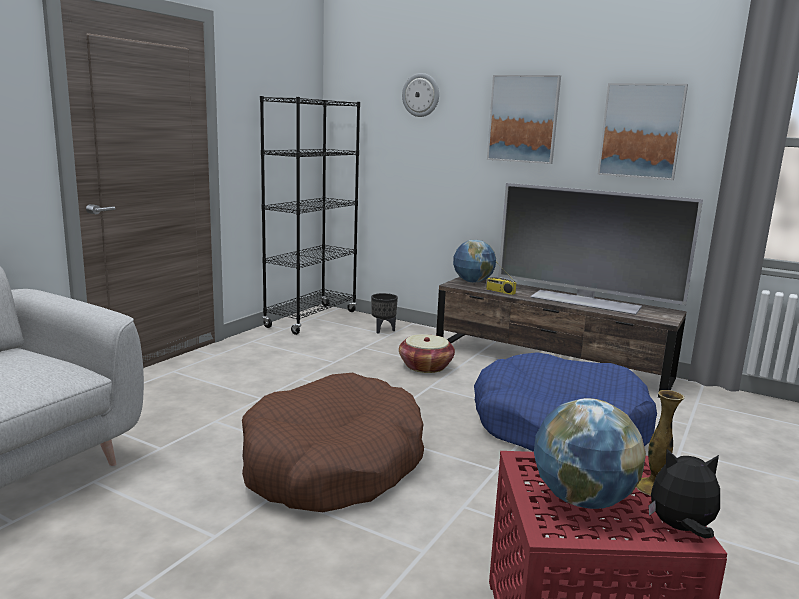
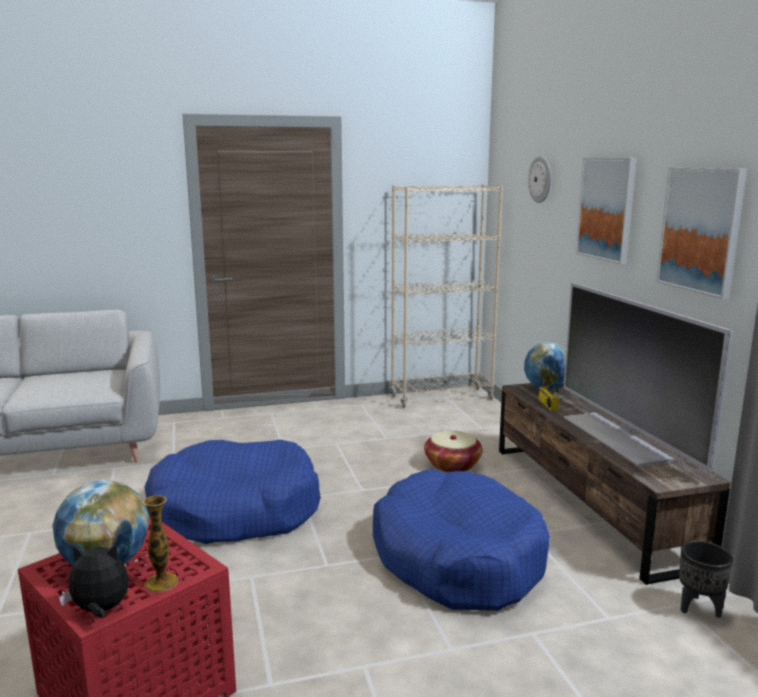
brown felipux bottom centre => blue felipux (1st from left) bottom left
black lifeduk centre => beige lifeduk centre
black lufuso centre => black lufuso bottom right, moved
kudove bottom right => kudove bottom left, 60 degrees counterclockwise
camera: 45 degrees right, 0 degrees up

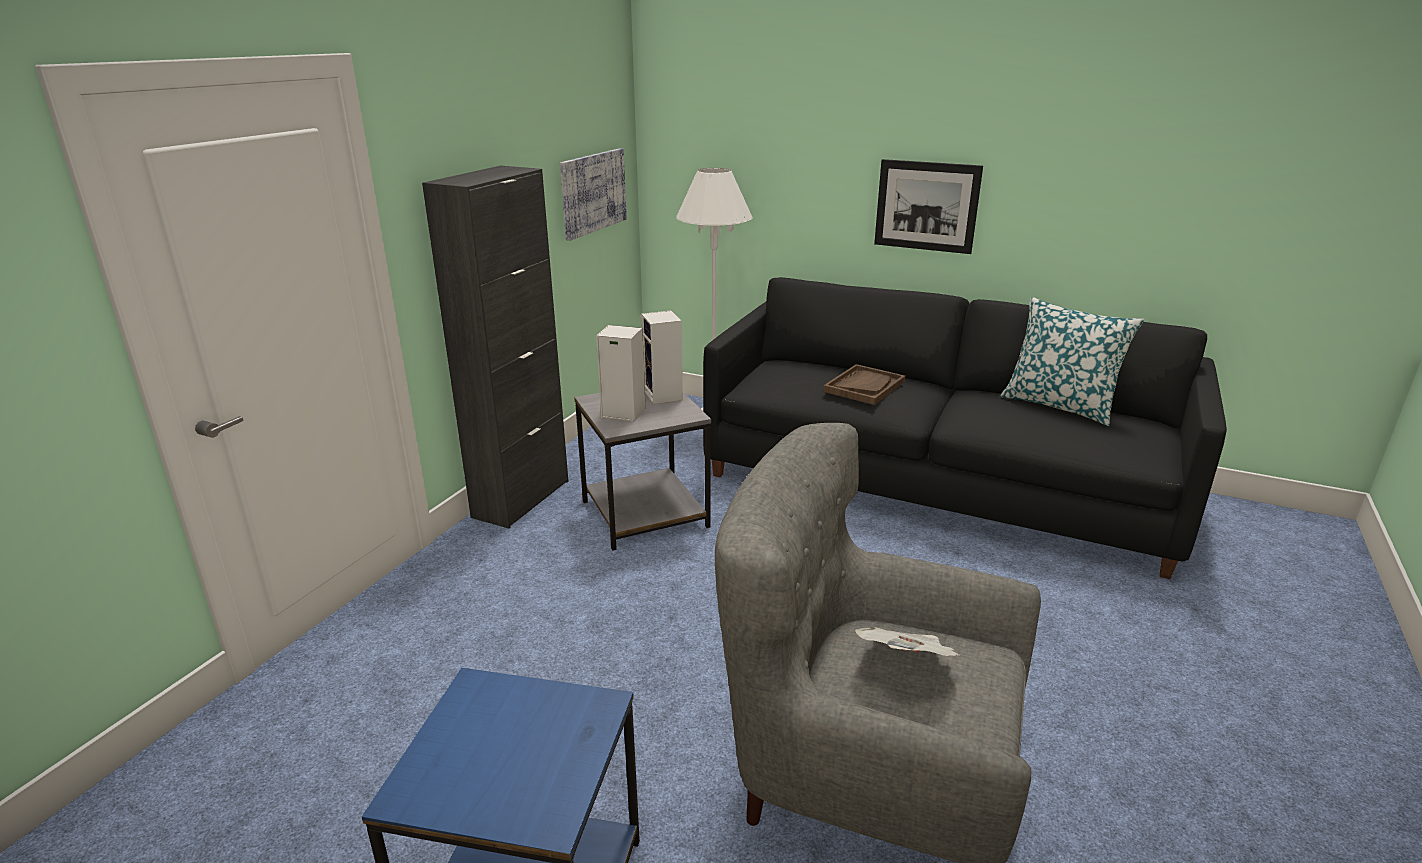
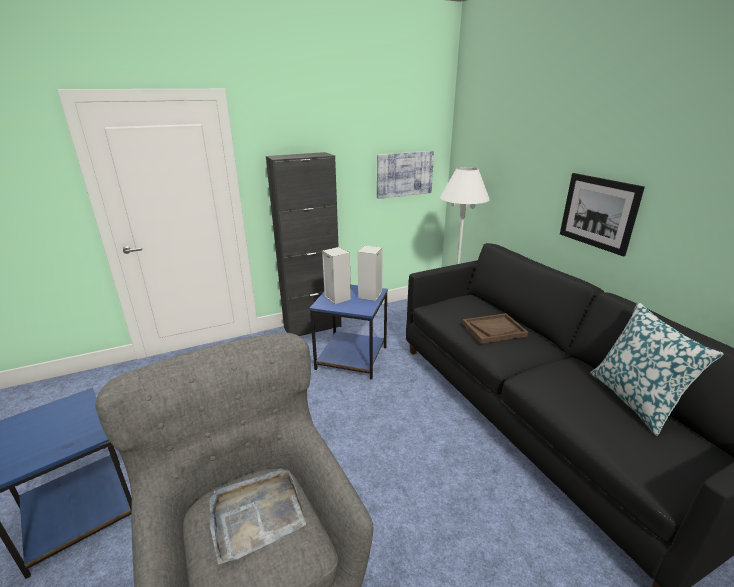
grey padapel centre => blue padapel (2nd from left) centre
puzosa bottom centre => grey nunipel bottom centre
camera: 40 degrees right, 0 degrees up

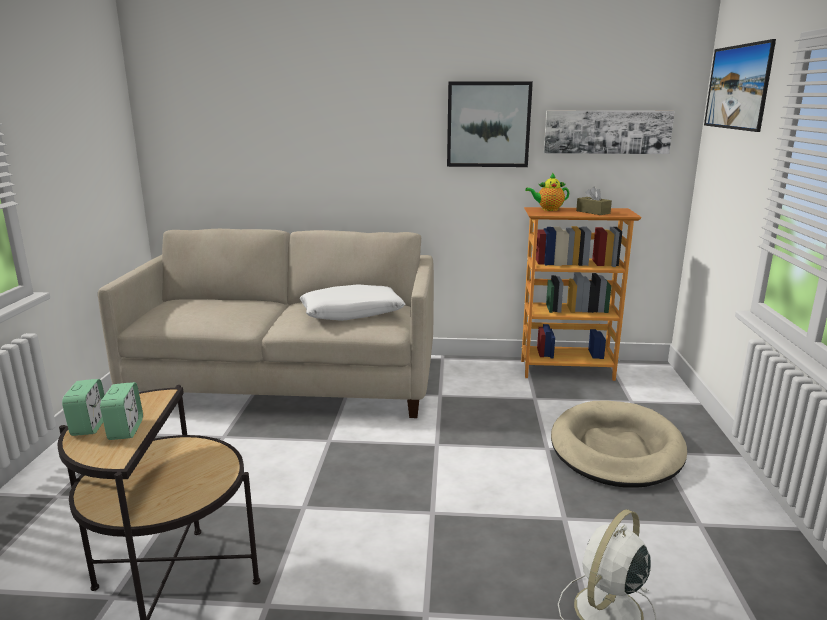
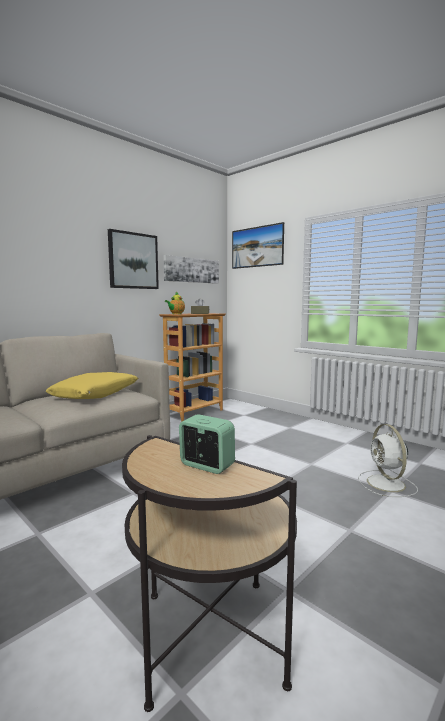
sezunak (1st from left) middle left => nothing
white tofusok centre => yellow tofusok middle left
beige felipux bottom right => nothing
camera: 50 degrees left, 10 degrees down

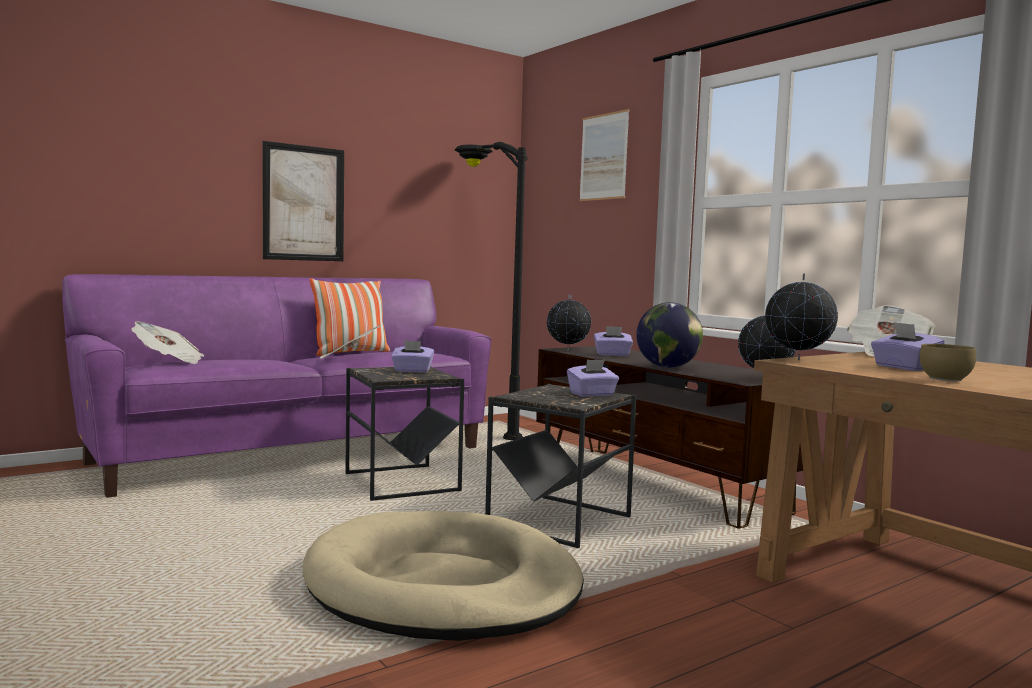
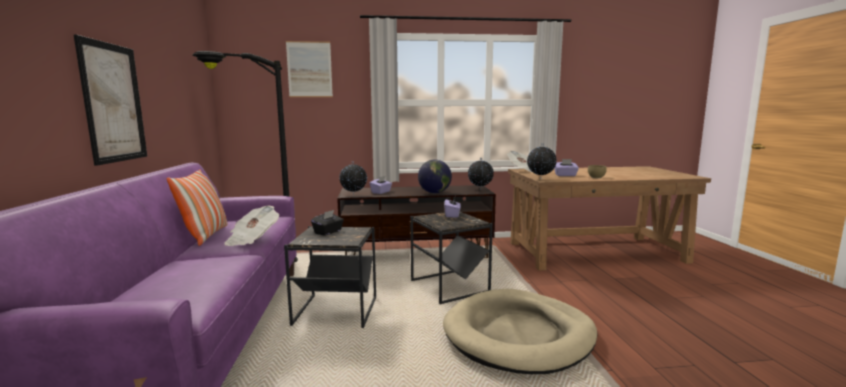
puzosa (1st from left) middle left => nothing
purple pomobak (1st from left) centre => black pomobak centre
camera: 60 degrees left, 5 degrees up

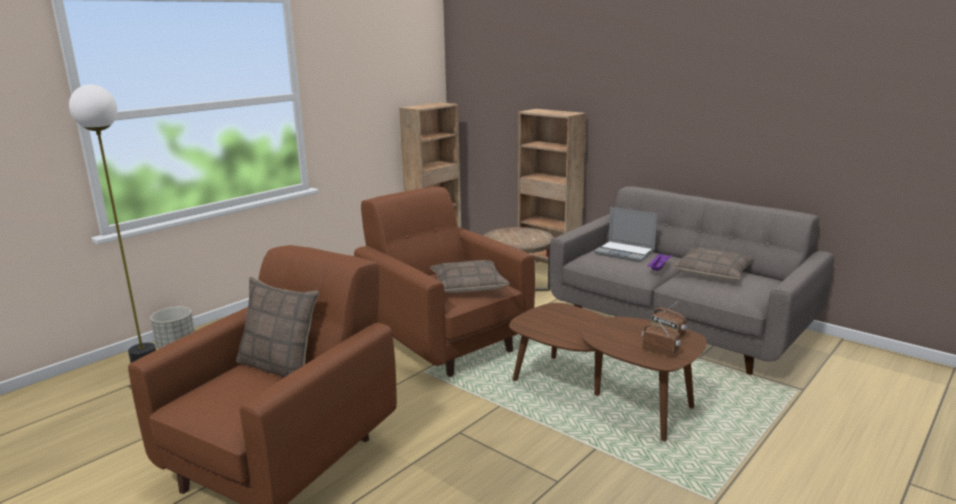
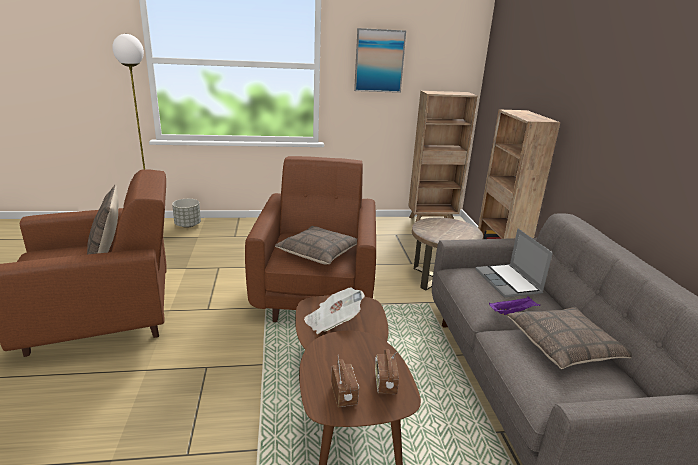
nothing => puzosa bottom centre
nothing => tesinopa top centre
camera: 40 degrees right, 5 degrees up

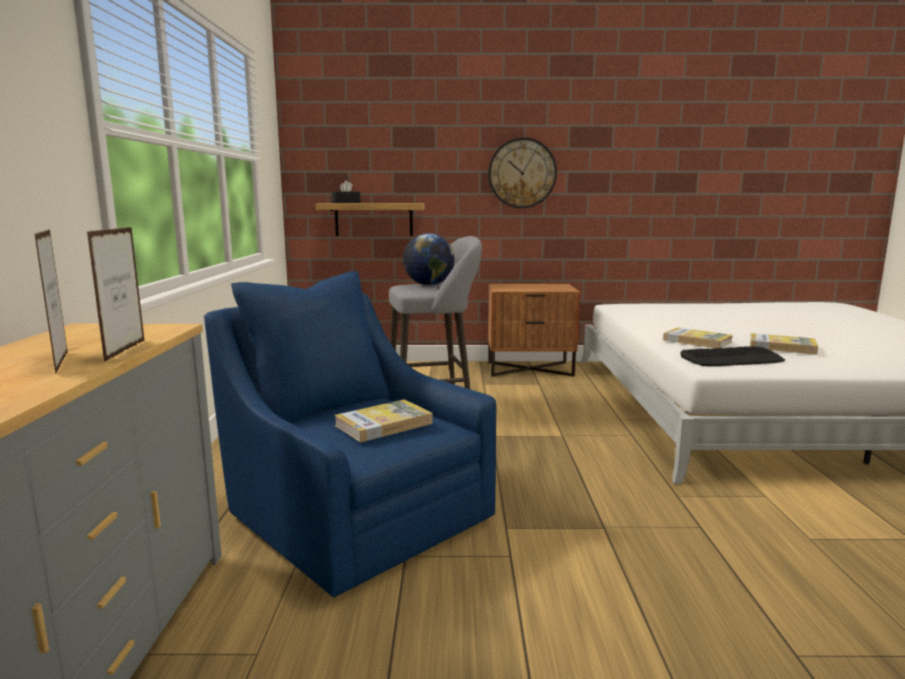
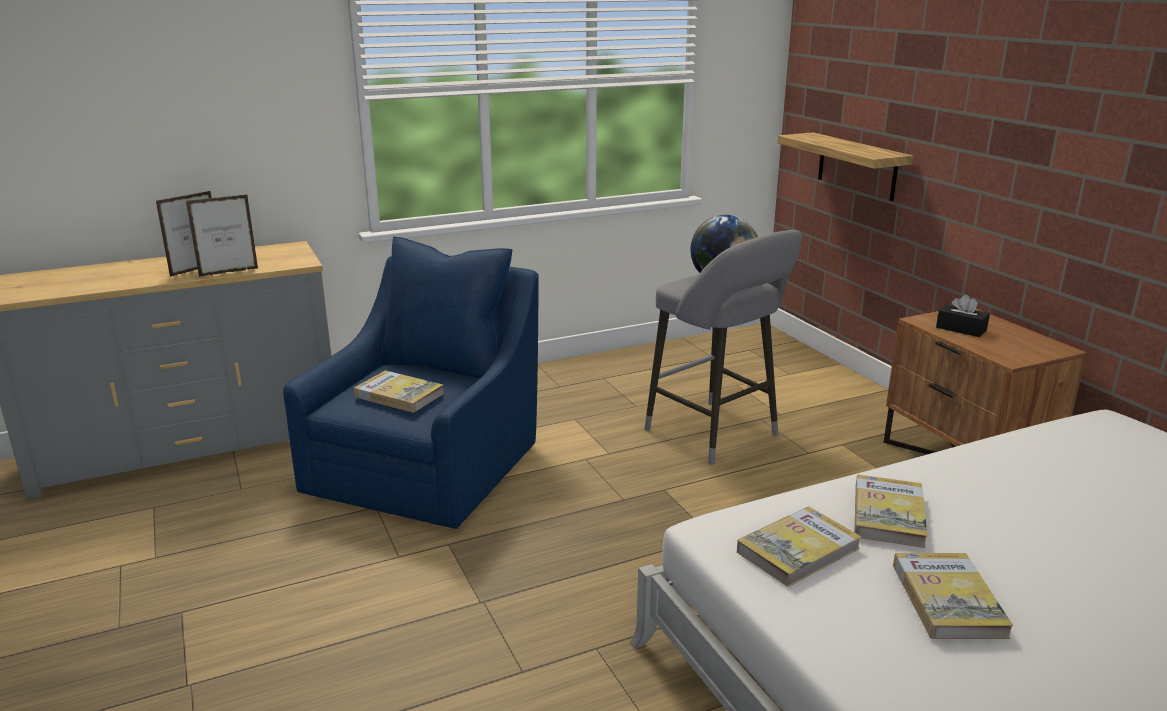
black pomobak top centre => black pomobak middle right, moved
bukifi top centre => nothing
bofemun middle right => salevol (2nd from left) bottom right
camera: 65 degrees right, 10 degrees up

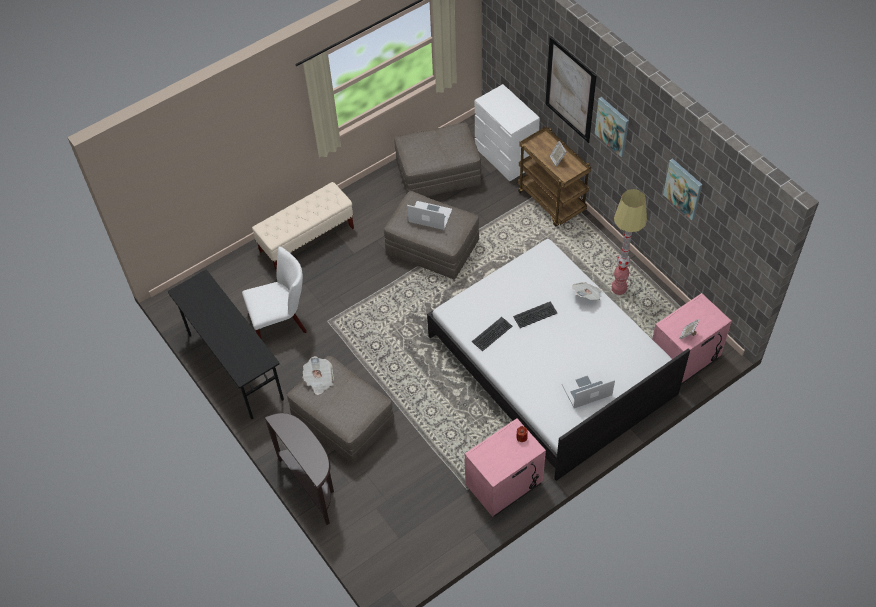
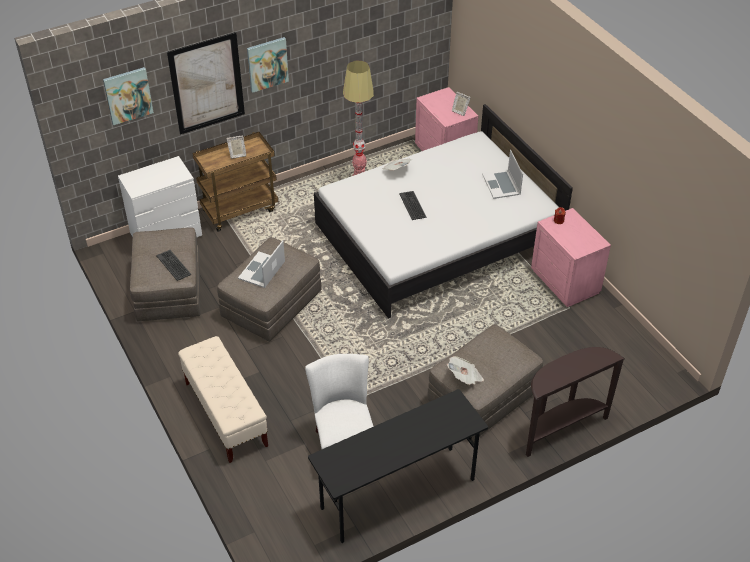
bofemun (1st from left) centre => bofemun (1st from left) middle left, moved
tesinopa (3rd from left in the first image) top right => tesinopa (1st from left) top left, moved
camera: 85 degrees left, 10 degrees down

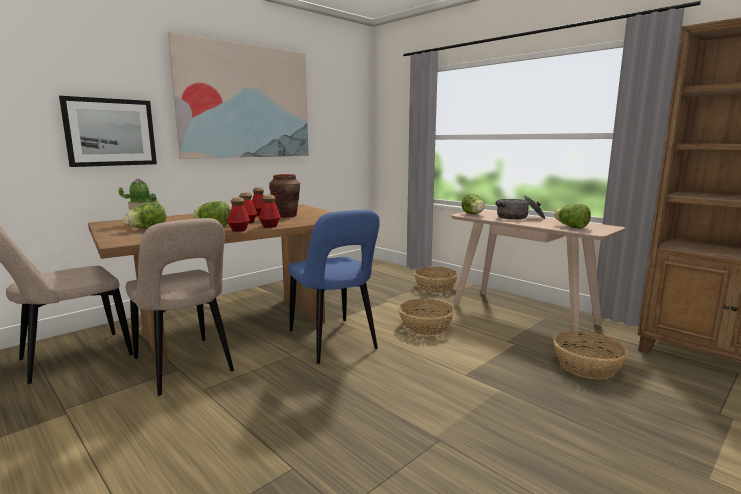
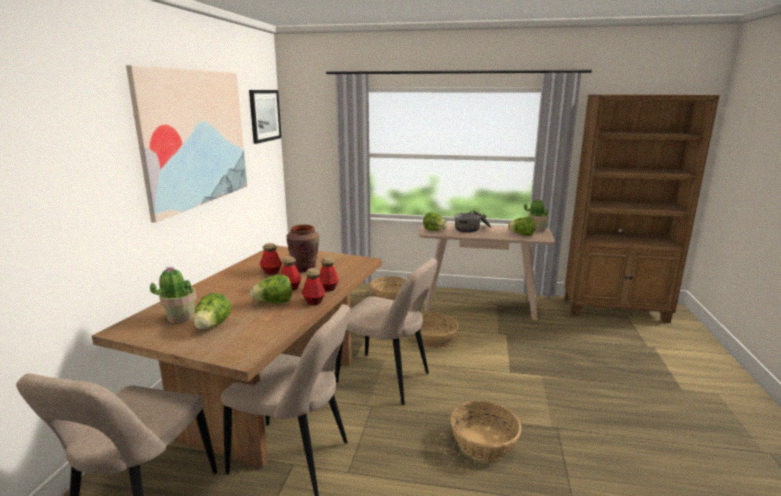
tesinopa (1st from left in the first image) top left => tesinopa (2nd from left) top centre, moved
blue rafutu centre => beige rafutu (3rd from left) bottom centre
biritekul (3rd from left) bottom right => biritekul (3rd from left) bottom centre, moved
nothing => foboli (2nd from left) middle right
camera: 35 degrees left, 5 degrees up

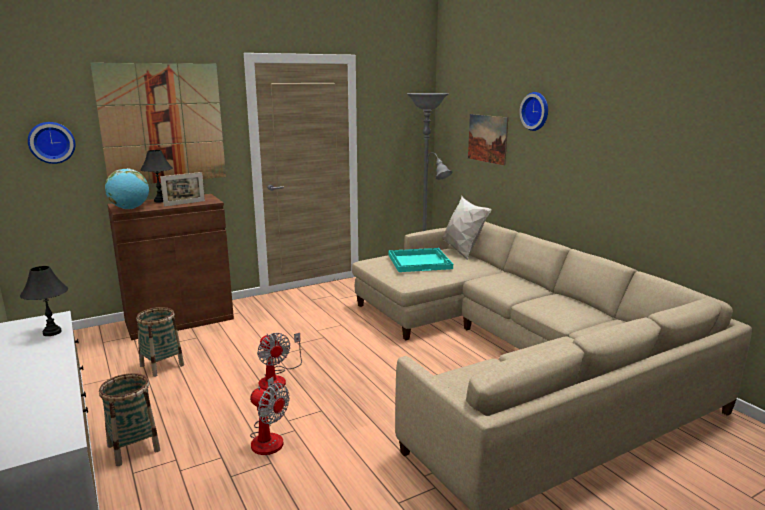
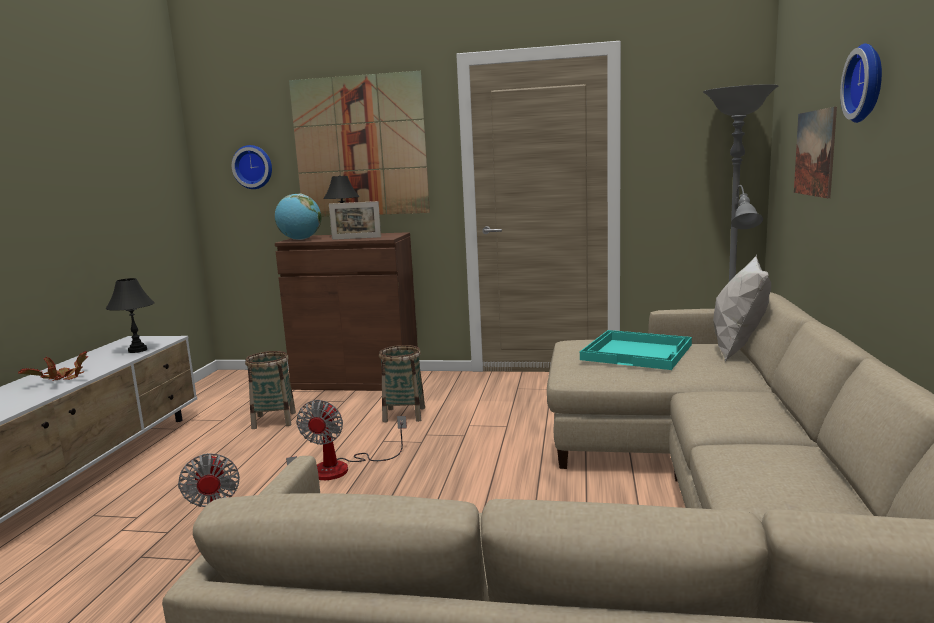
biritekul (1st from left in the first image) bottom left => biritekul (2nd from left) centre, moved
nothing => foboli middle left
camera: 40 degrees right, 5 degrees down

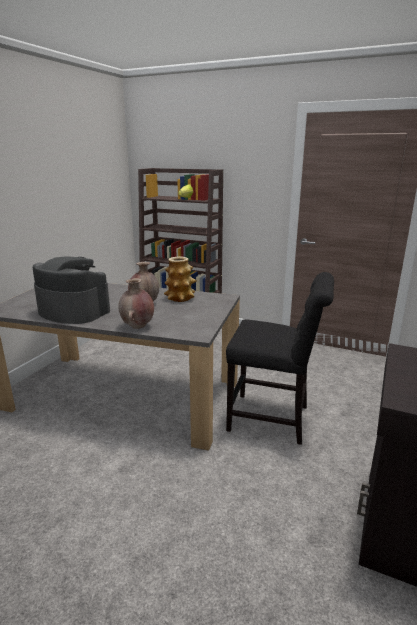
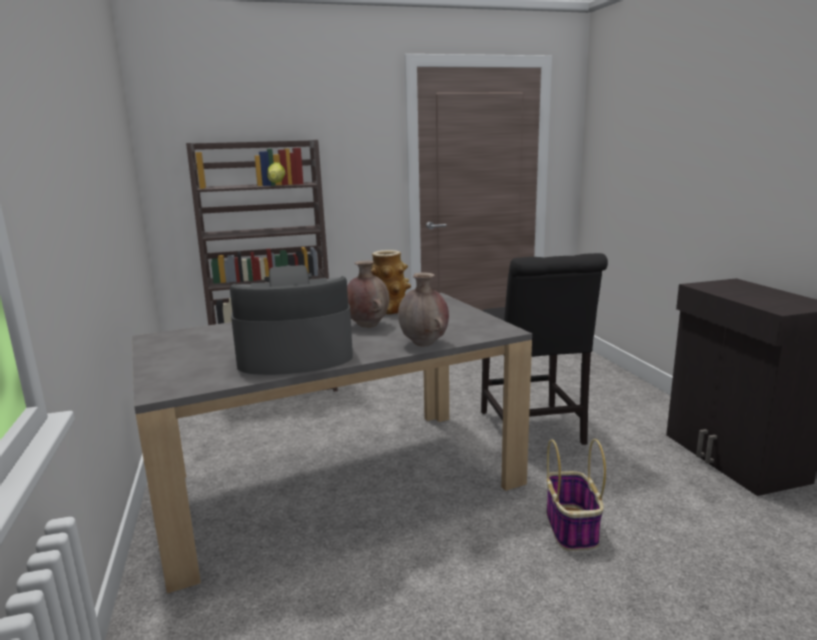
black rafutu middle right => black rafutu centre, 105 degrees clockwise
nothing => biritekul bottom right
camera: 40 degrees left, 5 degrees down

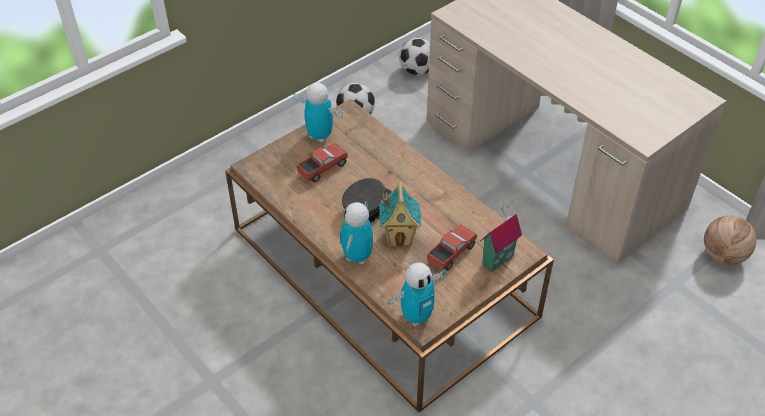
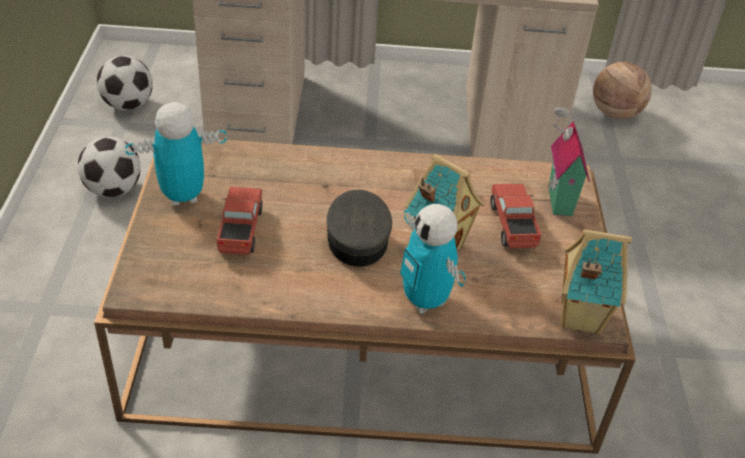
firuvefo (3rd from left) bottom centre => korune (3rd from left) middle right
camera: 50 degrees left, 5 degrees down

